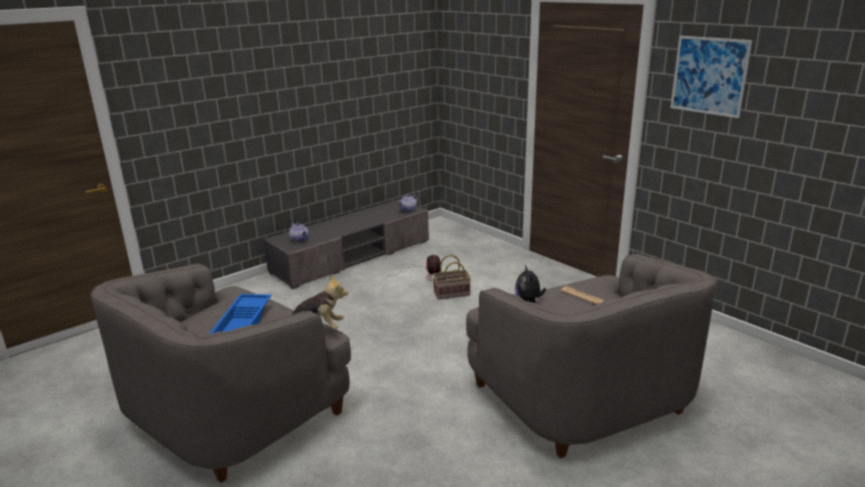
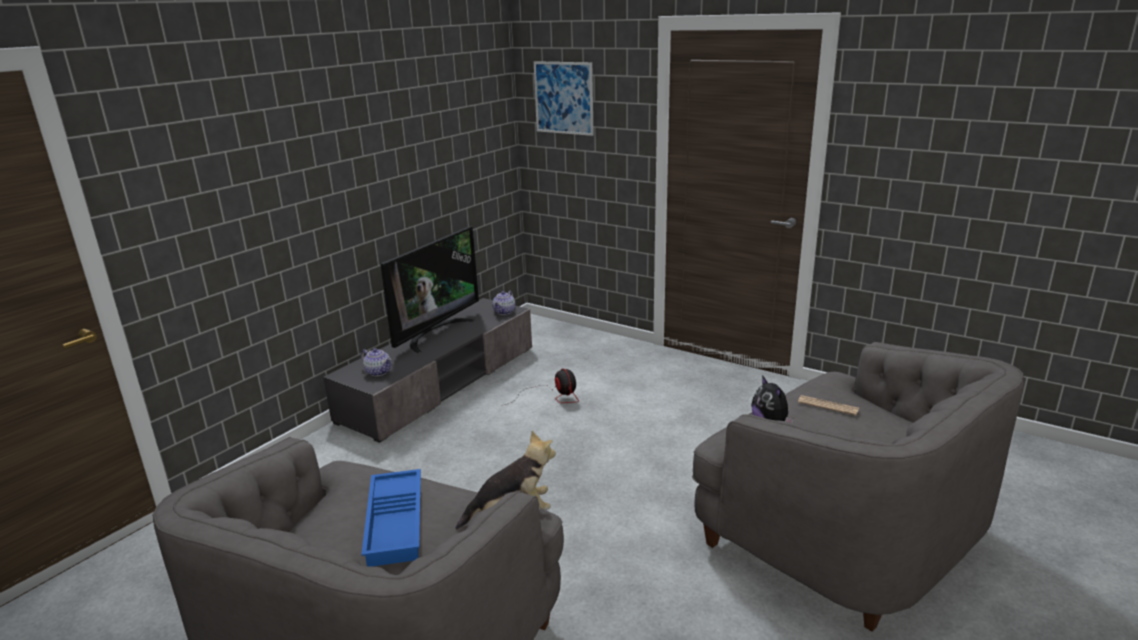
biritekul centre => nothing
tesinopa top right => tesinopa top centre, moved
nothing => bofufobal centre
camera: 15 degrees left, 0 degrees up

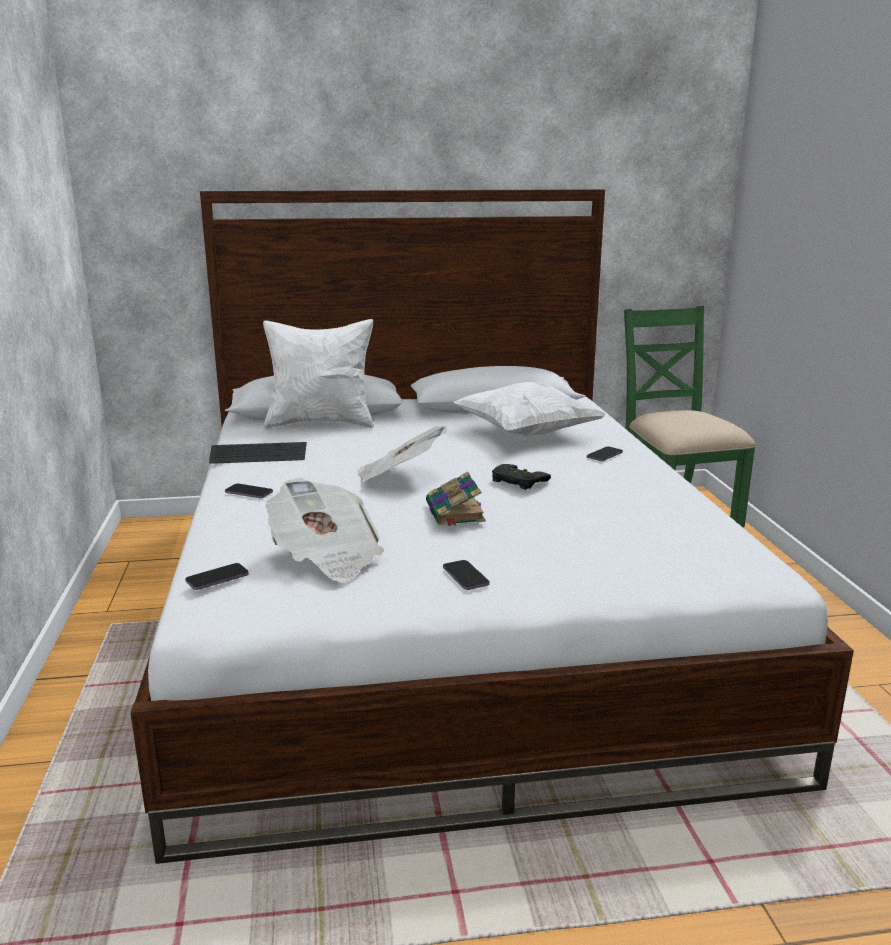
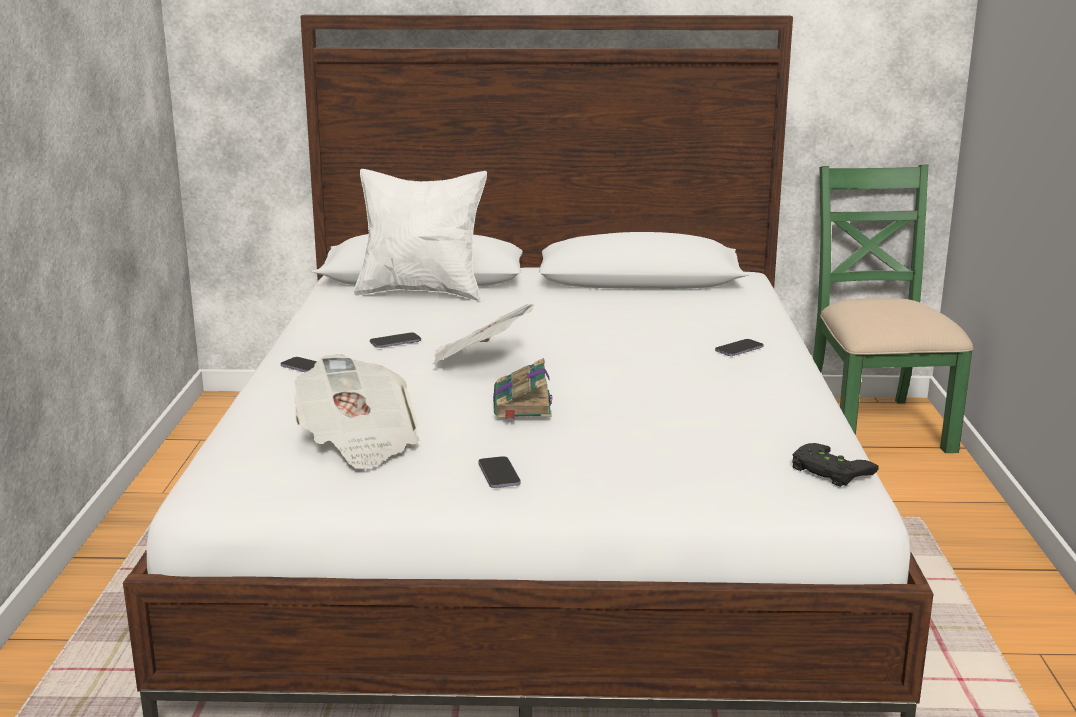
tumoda (1st from left in the first image) middle left => tumoda (2nd from left) centre, moved
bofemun middle left => nothing
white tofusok (2nd from left) centre => nothing
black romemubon centre => black romemubon middle right, moved
camera: 10 degrees right, 0 degrees up

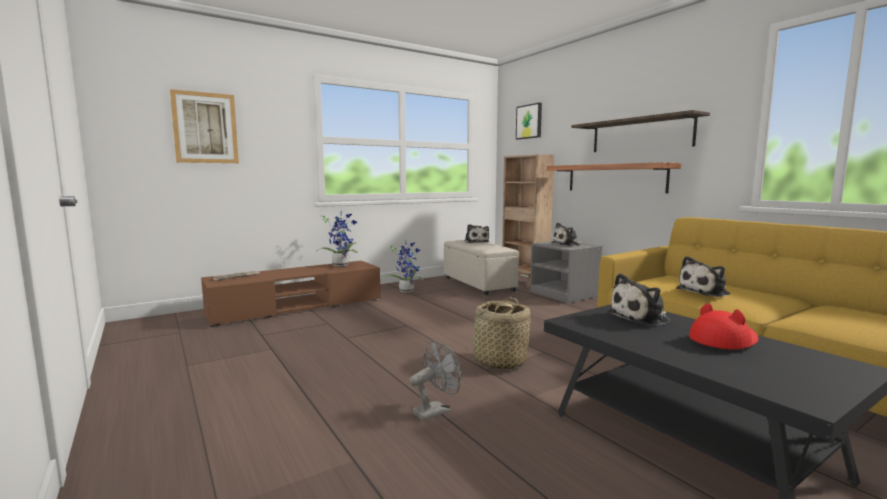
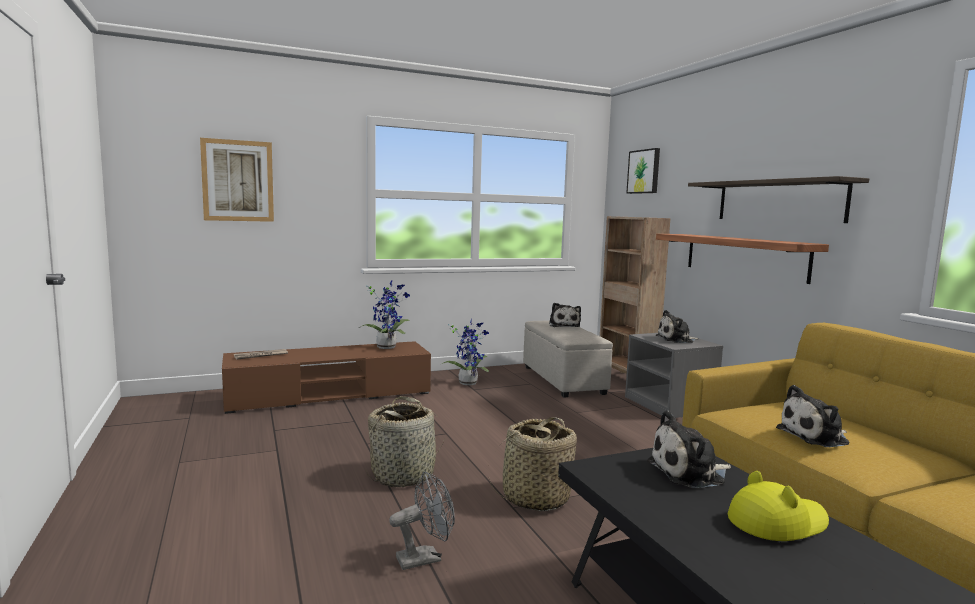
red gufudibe middle right => yellow gufudibe bottom right
nothing => biritekul (1st from left) bottom centre
camera: 10 degrees right, 0 degrees up

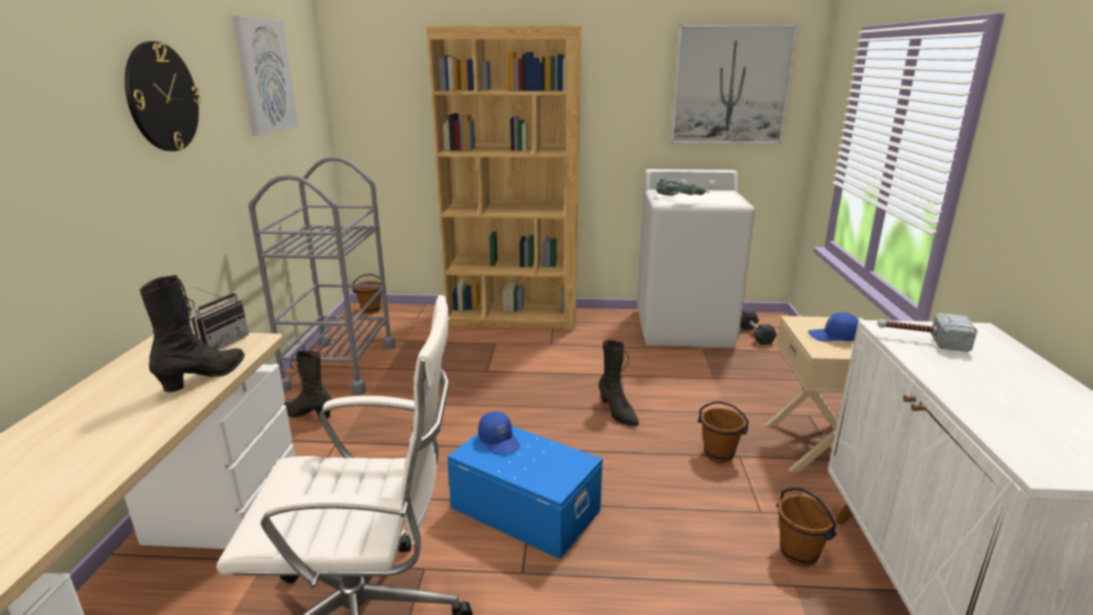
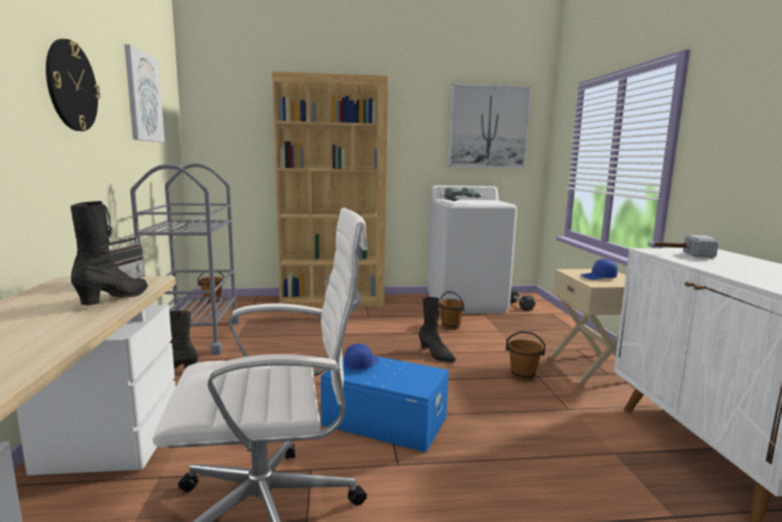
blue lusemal (1st from left) bottom centre, 105 degrees counterclockwise
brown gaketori (3rd from left in the first image) bottom right => brown gaketori (2nd from left) centre, moved
camera: 10 degrees left, 10 degrees down

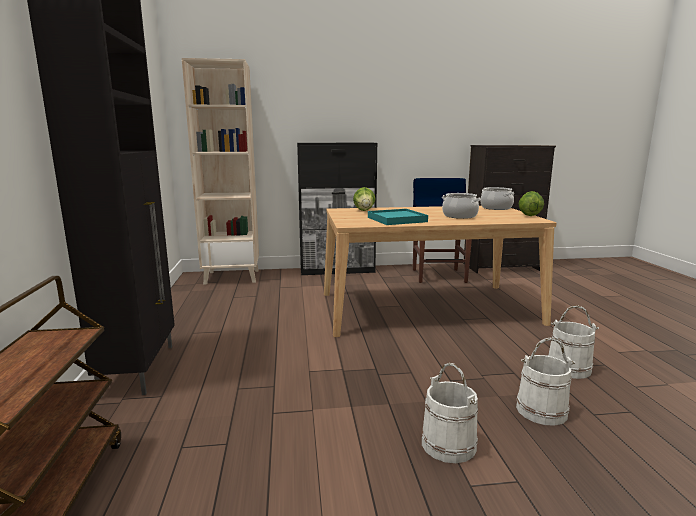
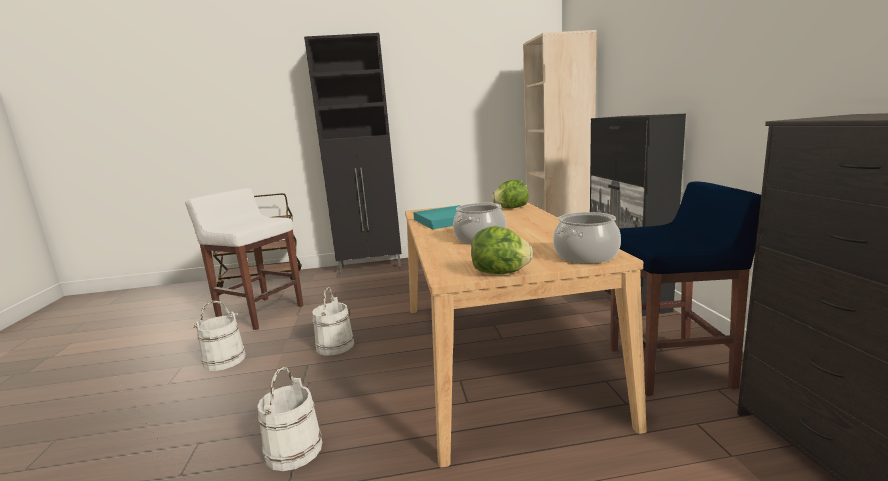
white gaketori (2nd from left in the first image) bottom right => white gaketori (3rd from left) bottom centre, moved
nothing => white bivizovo middle left
camera: 90 degrees right, 0 degrees up

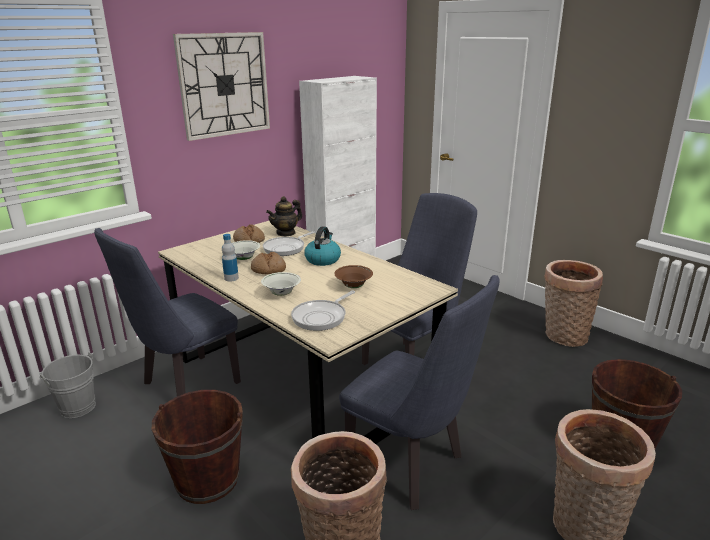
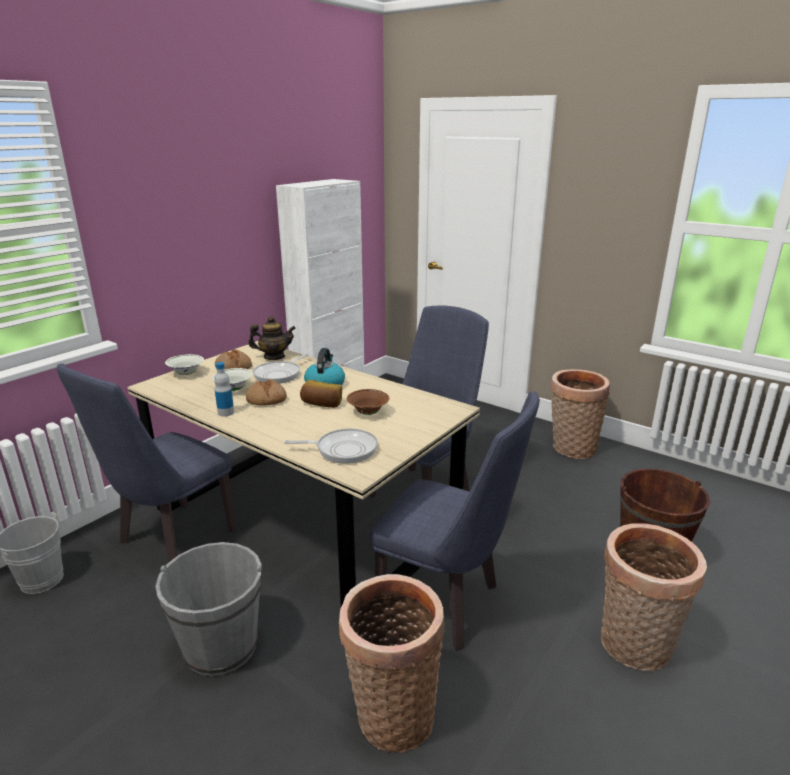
brown gaketori (1st from left) bottom left => grey gaketori (2nd from left) bottom left
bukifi top left => nothing
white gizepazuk (2nd from left in the first image) centre => white gizepazuk (1st from left) middle left, moved
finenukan centre, 135 degrees counterclockwise
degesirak (2nd from left) centre, 120 degrees counterclockwise
nothing => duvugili (3rd from left) centre
camera: 10 degrees left, 0 degrees up

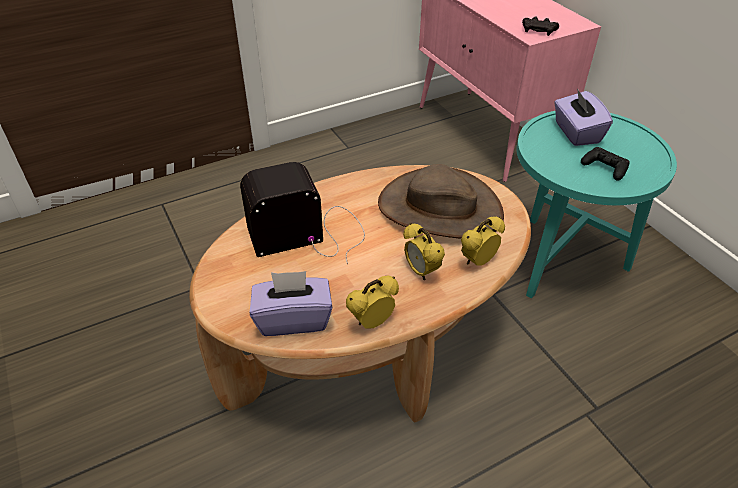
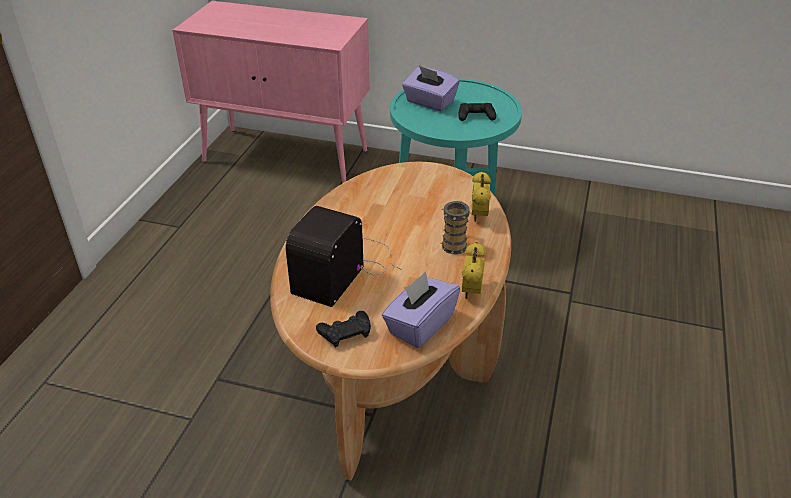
brown gufudibe centre => nothing
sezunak (2nd from left) centre => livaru centre
black romemubon (1st from left) top right => black romemubon (1st from left) centre, moved
camera: 45 degrees left, 5 degrees down

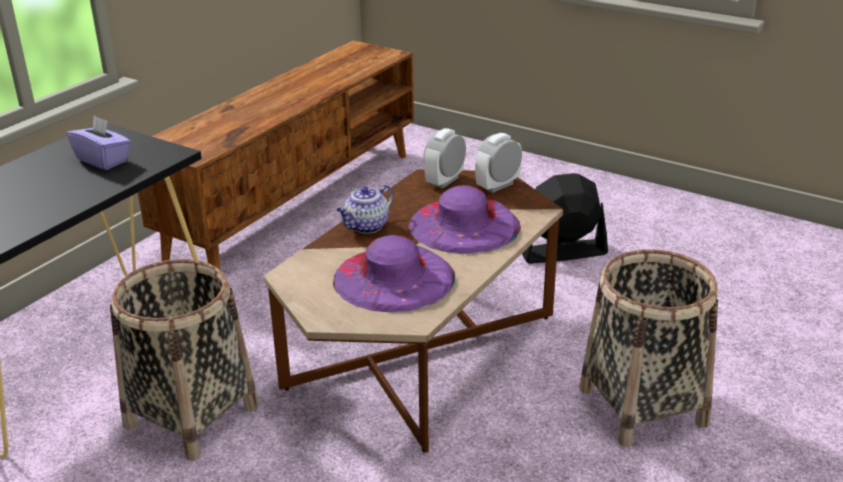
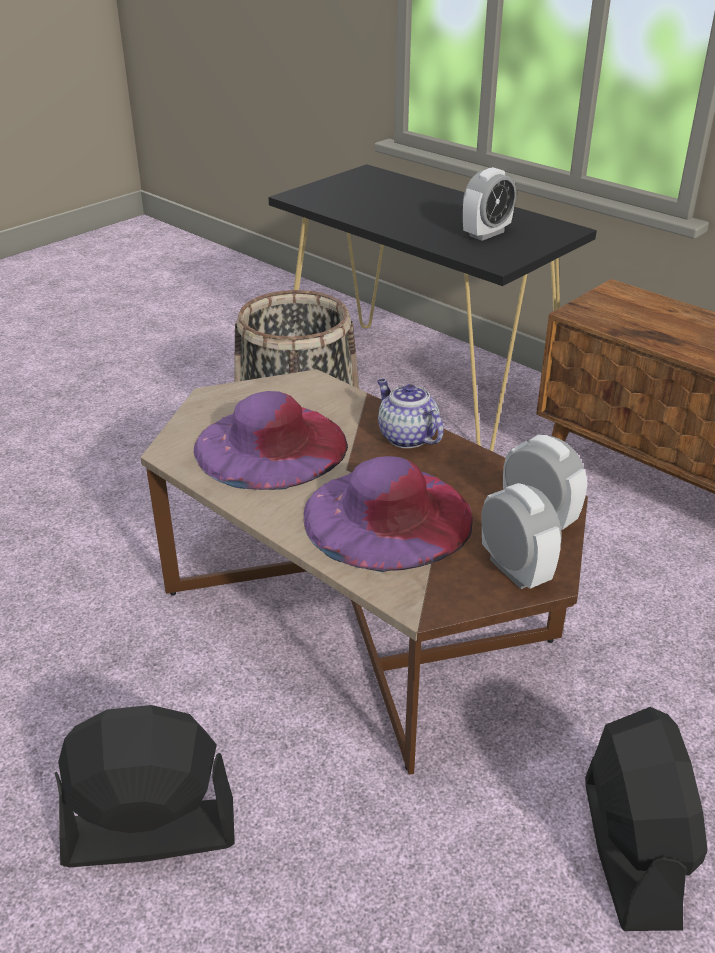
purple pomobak top left => sezunak (1st from left) top right
biritekul (2nd from left) bottom right => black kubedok (1st from left) bottom left
camera: 100 degrees right, 5 degrees up

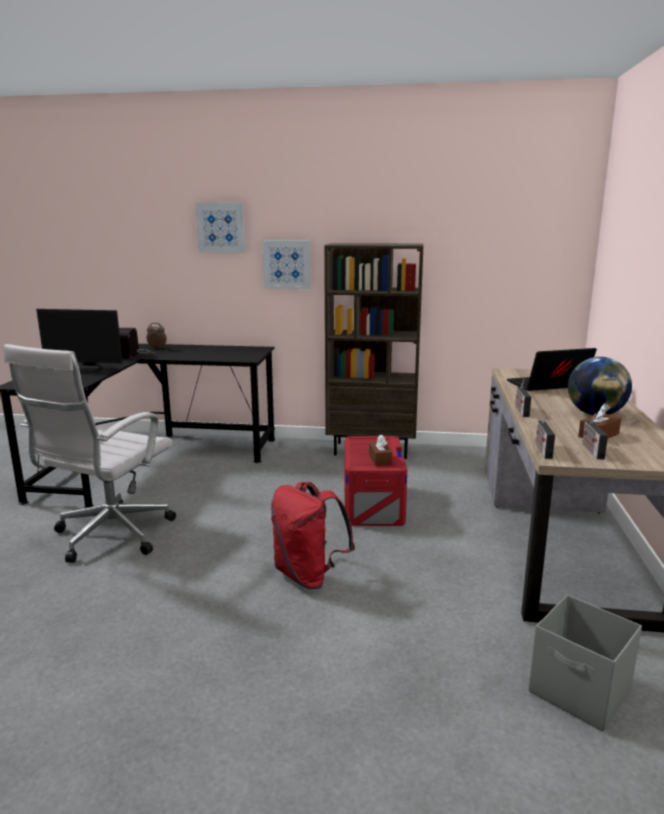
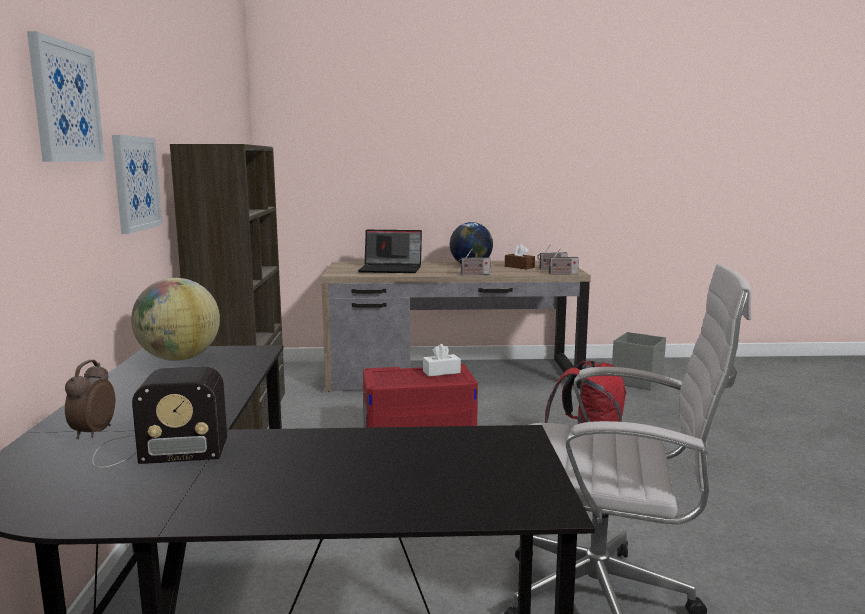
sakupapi middle left => nothing
brown pomobak (1st from left) centre => white pomobak centre
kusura middle right => kusura centre, 60 degrees counterclockwise
nothing => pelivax (1st from left) middle left
camera: 100 degrees left, 5 degrees down

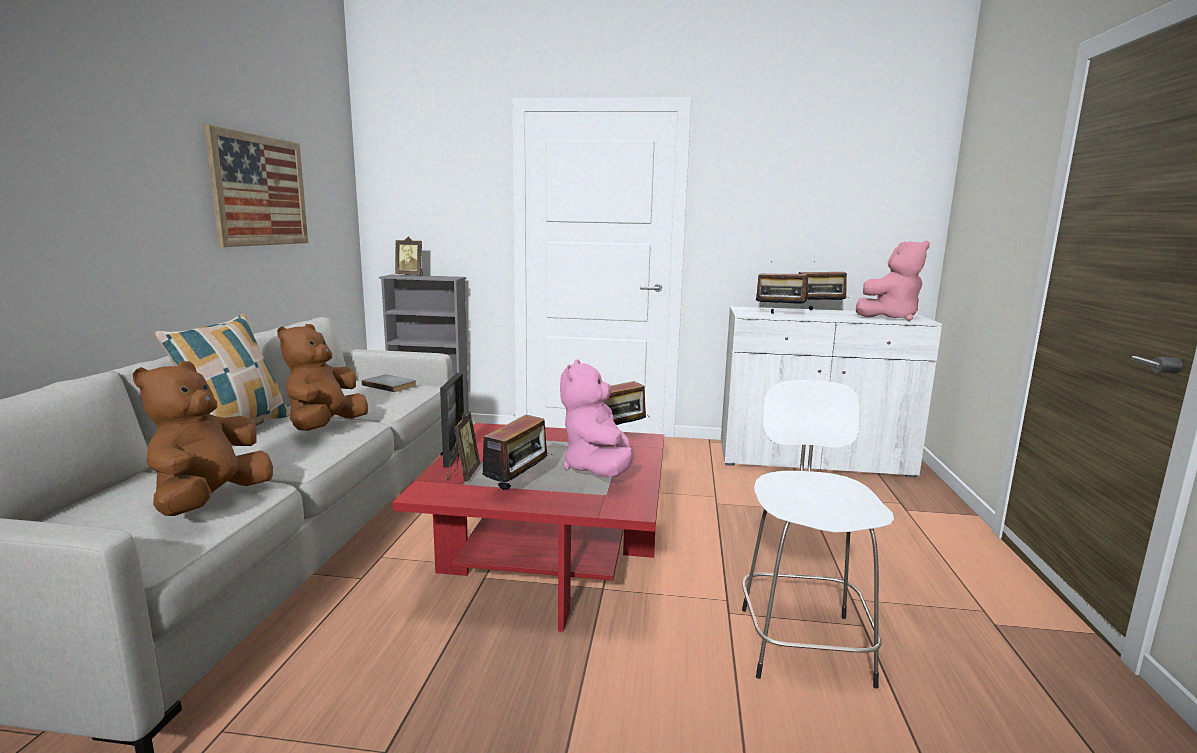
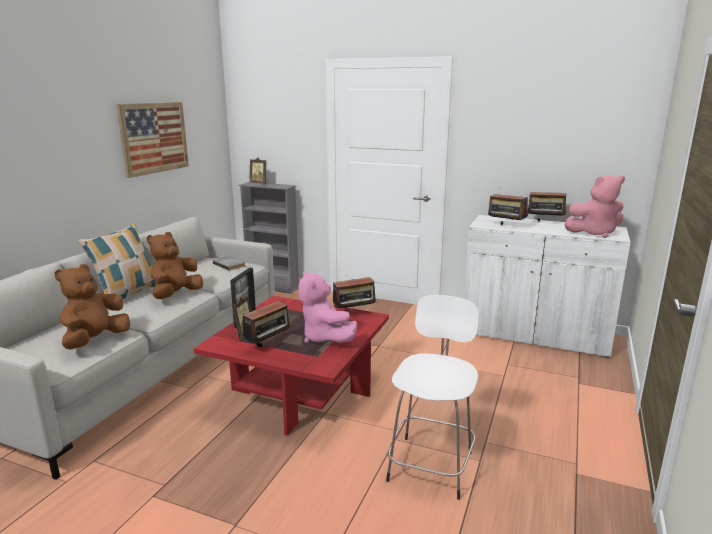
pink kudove (1st from left) centre, 45 degrees counterclockwise
camera: 15 degrees right, 5 degrees up

